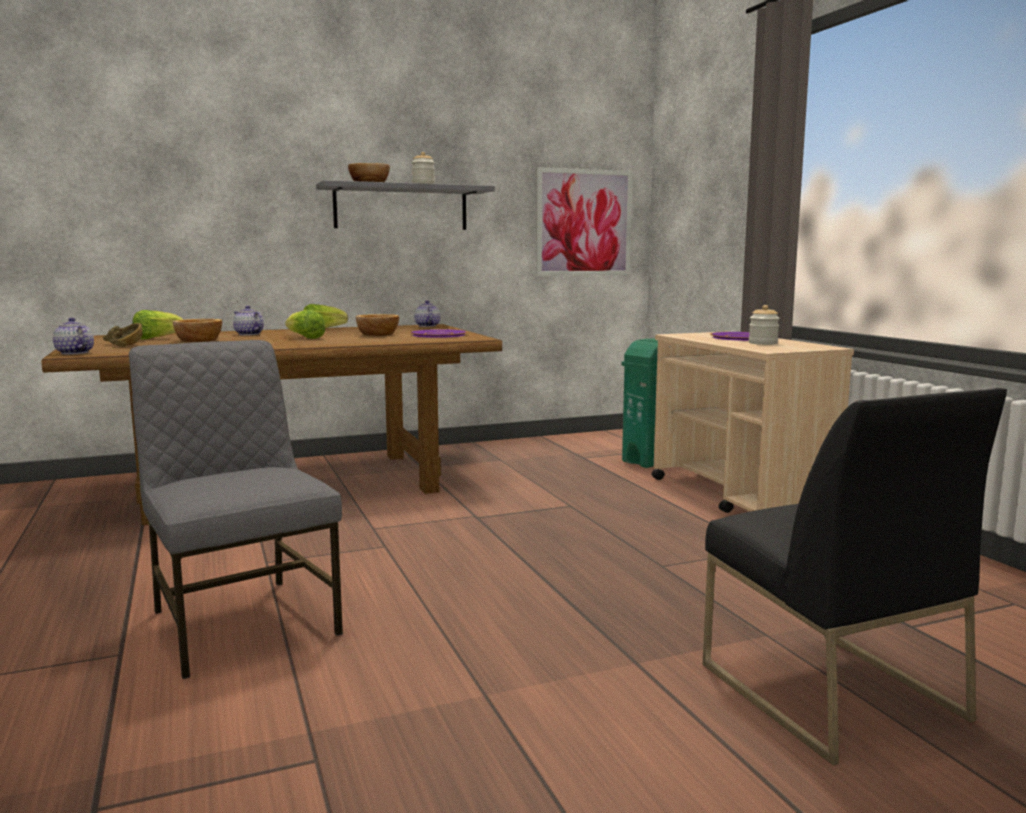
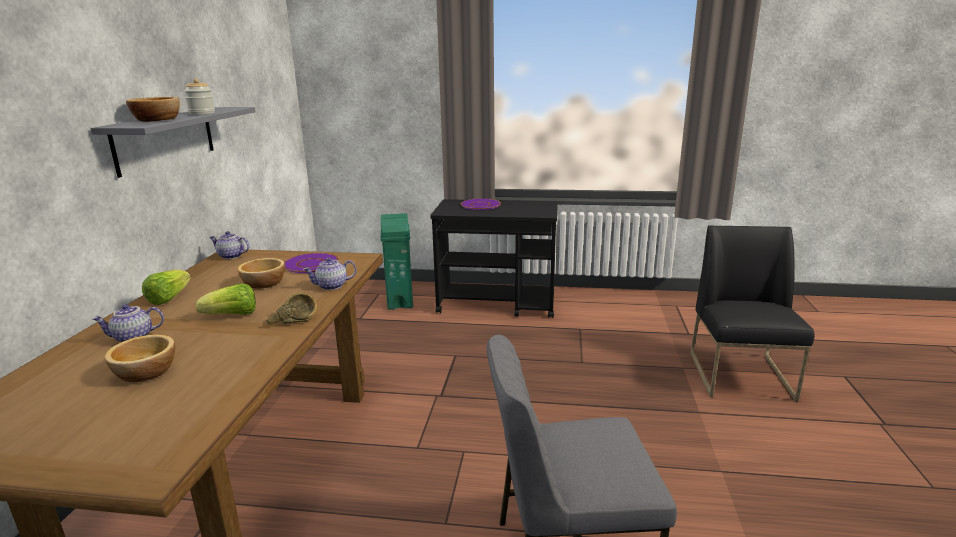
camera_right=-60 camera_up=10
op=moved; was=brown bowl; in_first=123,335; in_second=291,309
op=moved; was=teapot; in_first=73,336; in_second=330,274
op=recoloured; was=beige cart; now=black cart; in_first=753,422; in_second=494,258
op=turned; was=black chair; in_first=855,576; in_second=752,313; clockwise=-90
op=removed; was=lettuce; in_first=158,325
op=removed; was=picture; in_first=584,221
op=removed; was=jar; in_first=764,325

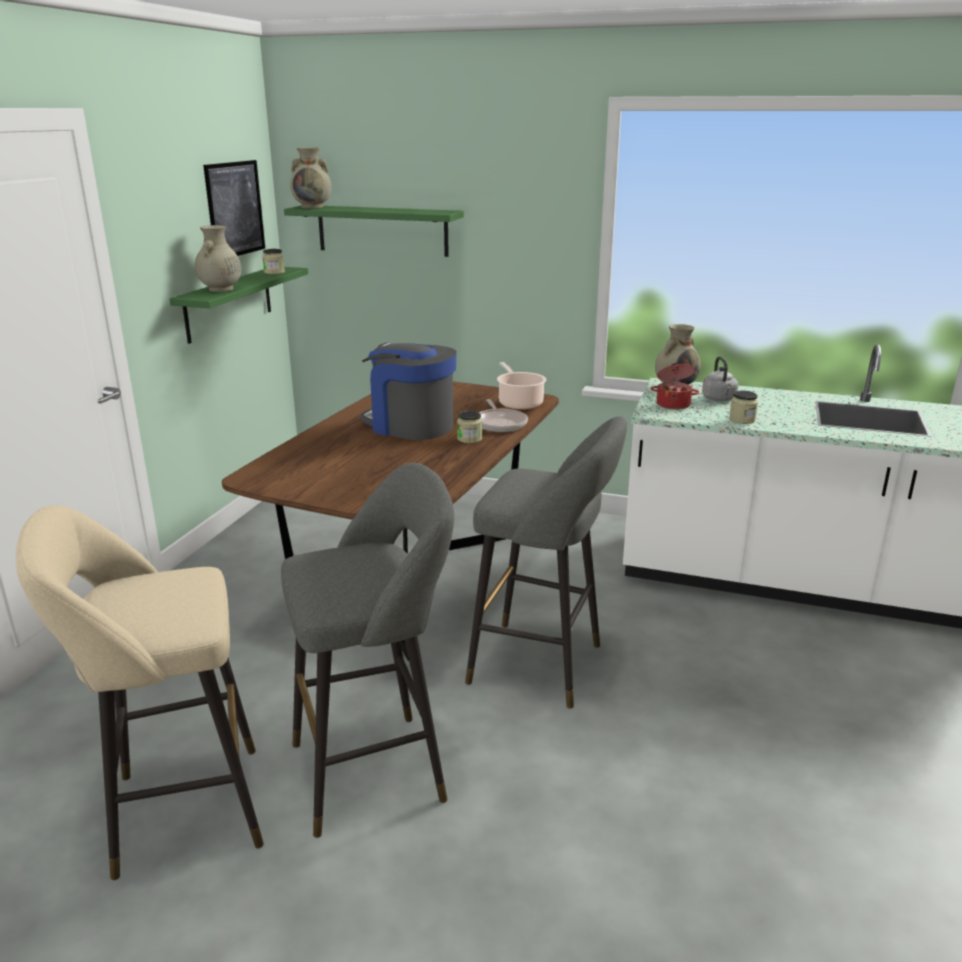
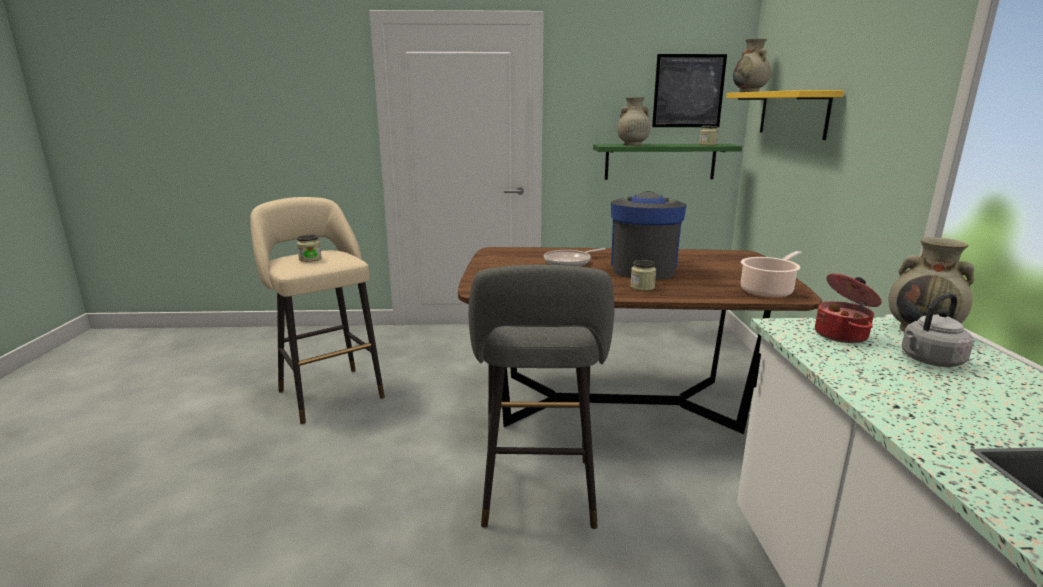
camera_right=70 camera_up=-5
op=moved; was=jar; in_first=743,407; in_second=309,248
op=moved; was=frying pan; in_first=503,415; in_second=574,257
op=recoloured; was=green shelf; now=yellow shelf; in_first=374,231; in_second=785,115
op=removed; was=grey stool; in_first=367,650

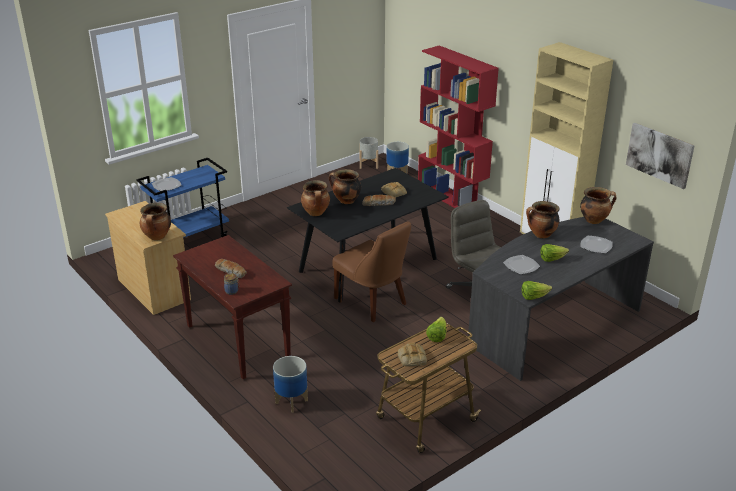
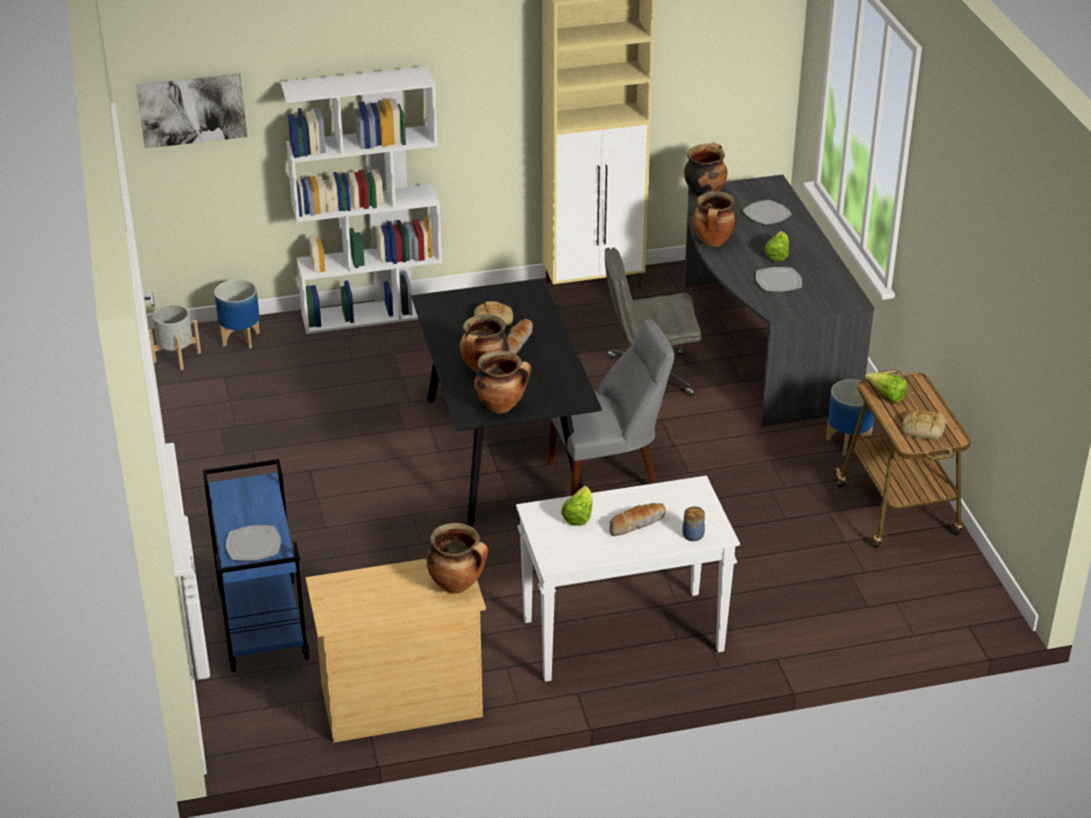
camera_right=-65 camera_up=5
op=moved; was=picture; in_first=660,156; in_second=191,110
op=recoloured; was=red bookcase; now=white bookcase; in_first=458,126; in_second=361,200
op=recoloured; was=brown console table; now=white console table; in_first=232,307; in_second=628,579
op=recoloured; was=brown chair; now=grey chair; in_first=371,271; in_second=610,407
op=moved; was=lettuce; in_first=537,290; in_second=577,506
op=moved; was=planter; in_first=290,384; in_second=850,417

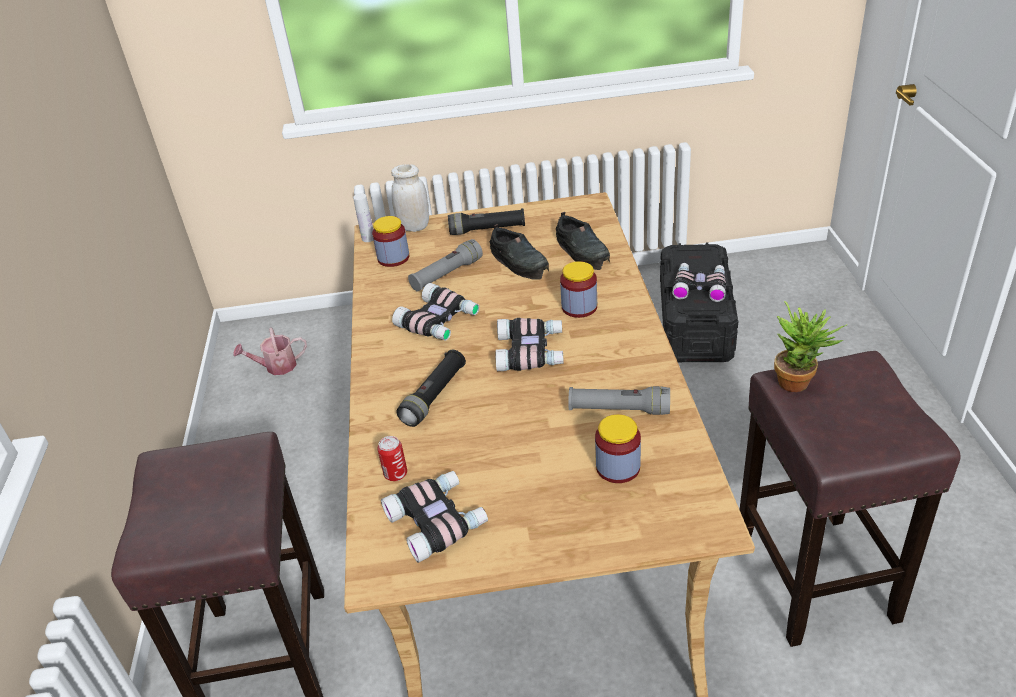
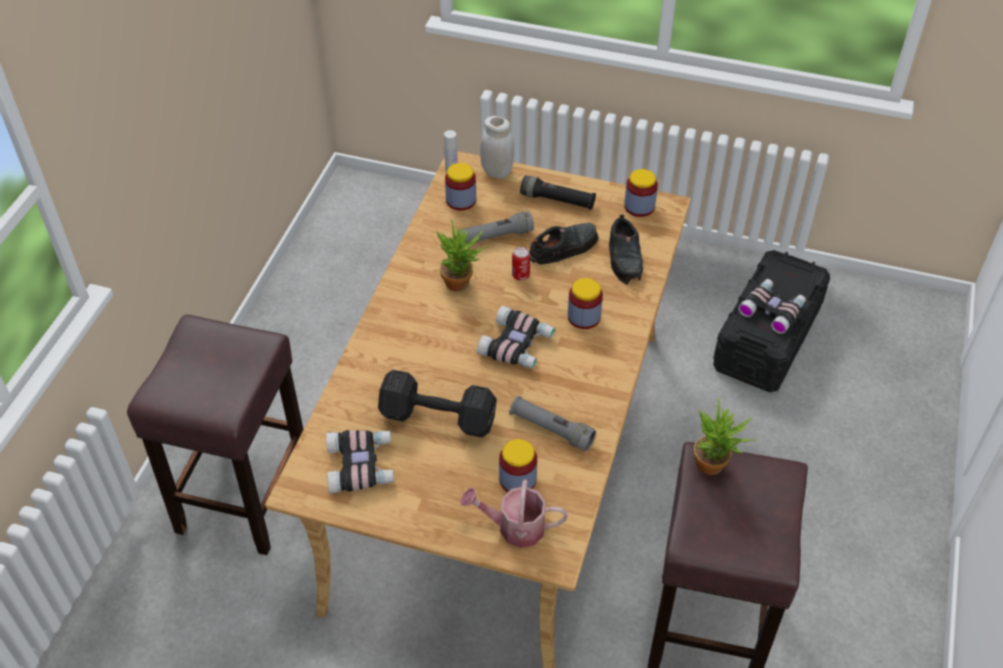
camera_right=20 camera_up=10
op=added; now=black dumbbell; in_second=437,403
op=replaced; was=binoculars; now=potted plant; in_first=435,312; in_second=462,255
op=moved; was=watering can; in_first=270,351; in_second=514,514
op=moved; was=can; in_first=392,458; in_second=521,263
op=turned; was=black shoe; in_first=519,252; in_second=564,243; clockwise=-105
op=added; now=jar; in_second=641,193
op=removed; was=black flashlight; in_first=431,388

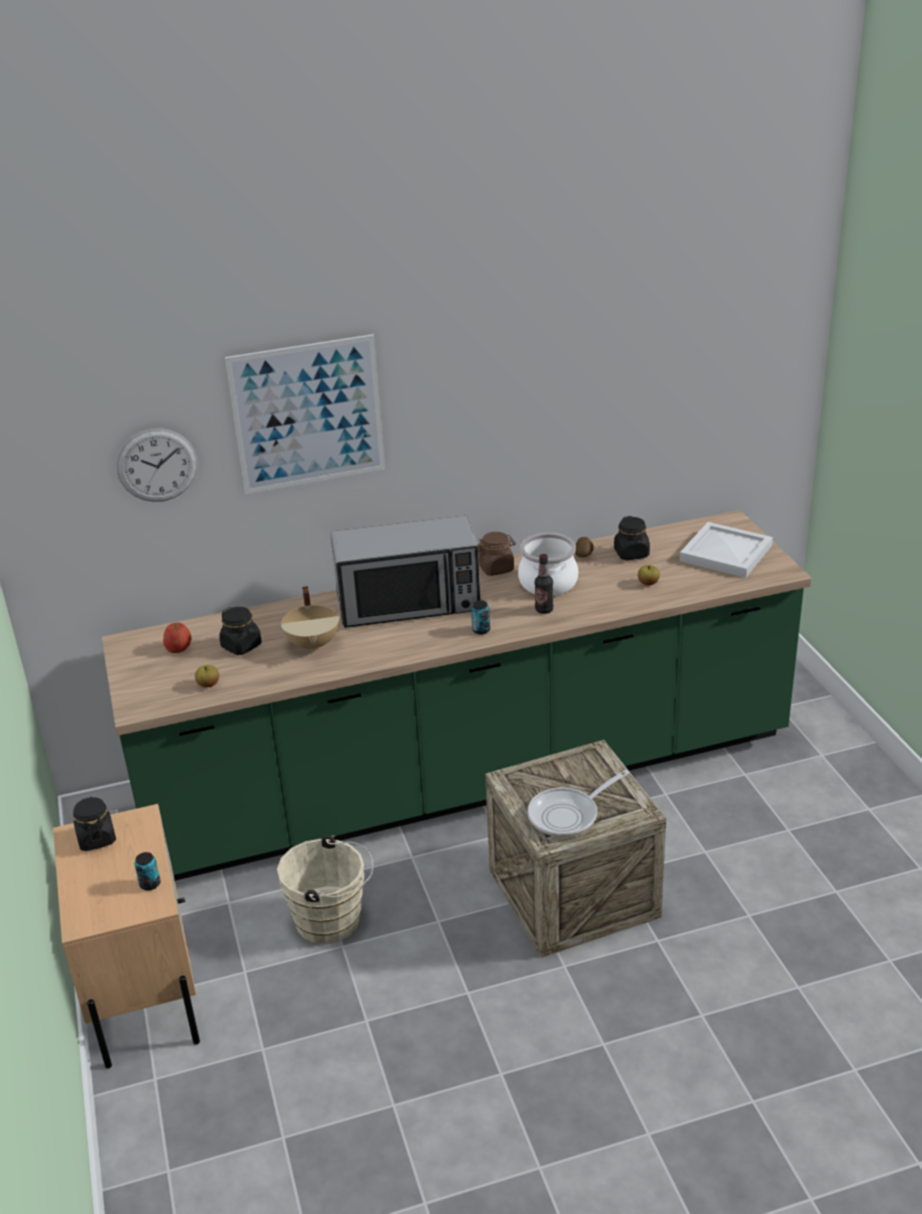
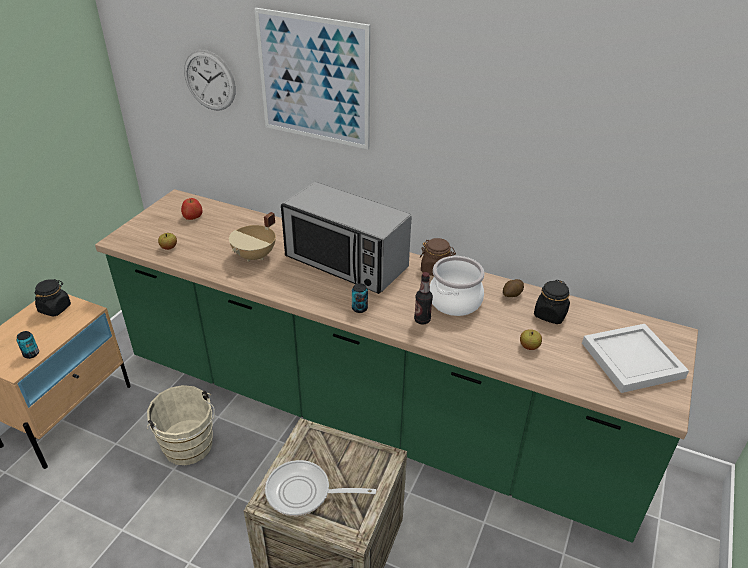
camera_right=40 camera_up=5
op=removed; was=black jar; in_first=240,631

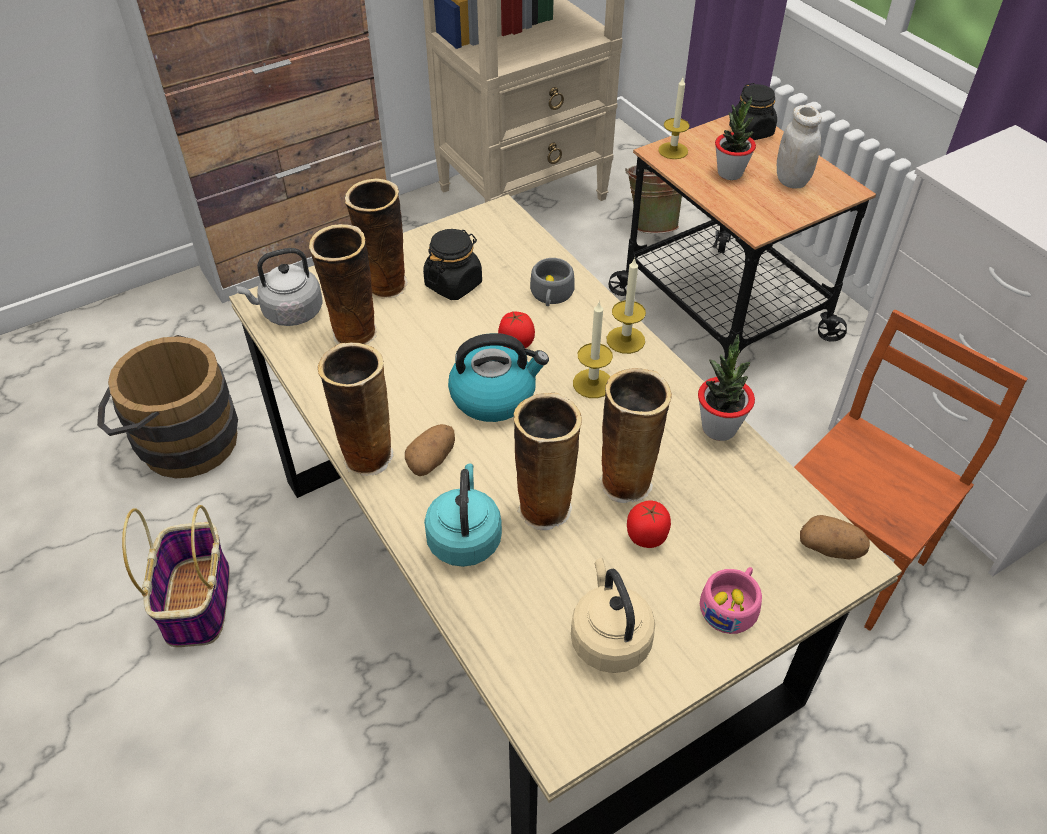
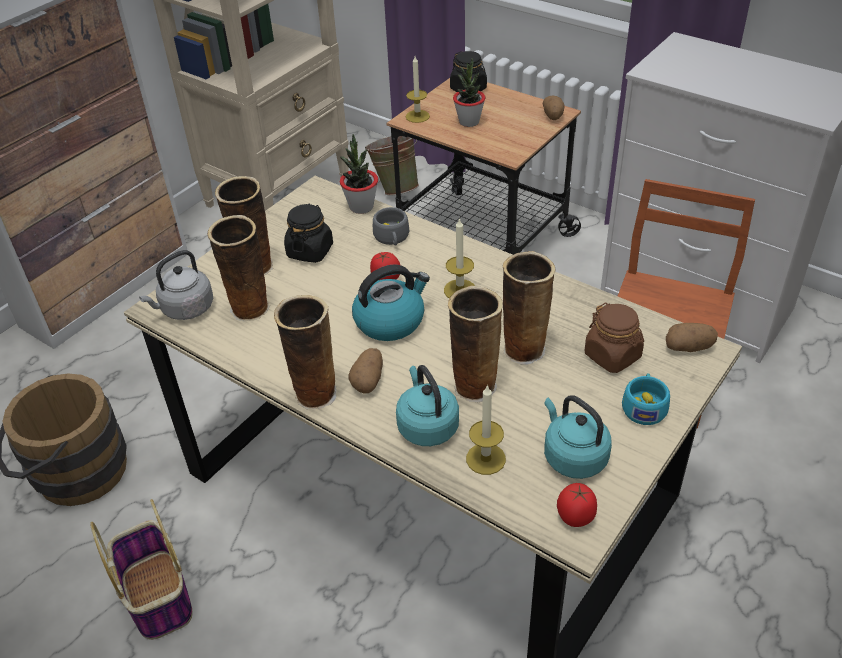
camera_right=-20 camera_up=-5
op=moved; was=potted plant; in_first=726,387; in_second=359,174
op=moved; was=candle; in_first=626,305; in_second=486,430
op=added; now=potato; in_second=554,108
op=recoloured; was=beige kettle; now=turquoise kettle; in_first=613,615; in_second=578,437
op=moved; was=tomato; in_first=649,524; in_second=577,505
op=added; now=brown jar; in_second=614,337
op=recoloured; was=pink cup; now=turquoise cup; in_first=731,600; in_second=646,399
op=removed; was=white jar; in_first=799,147

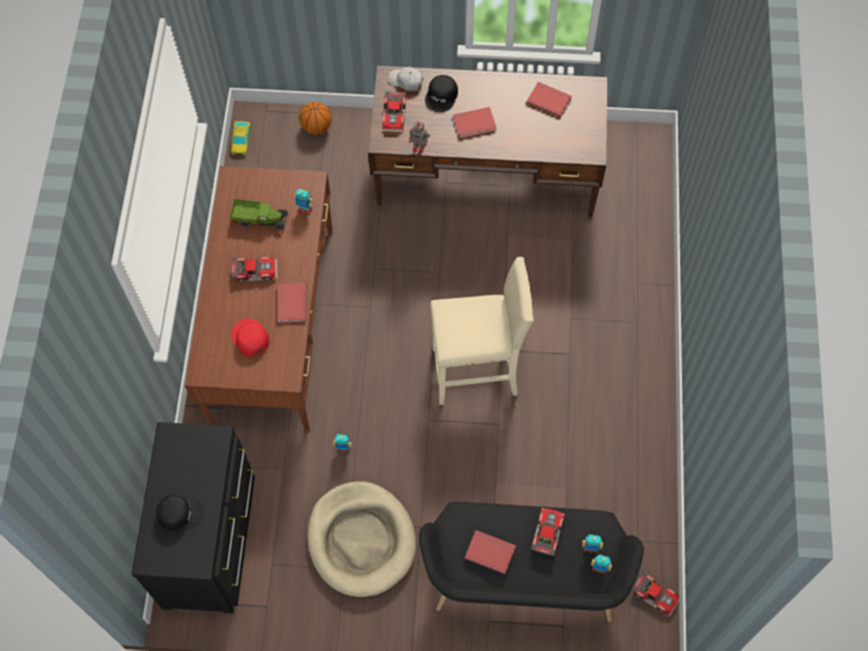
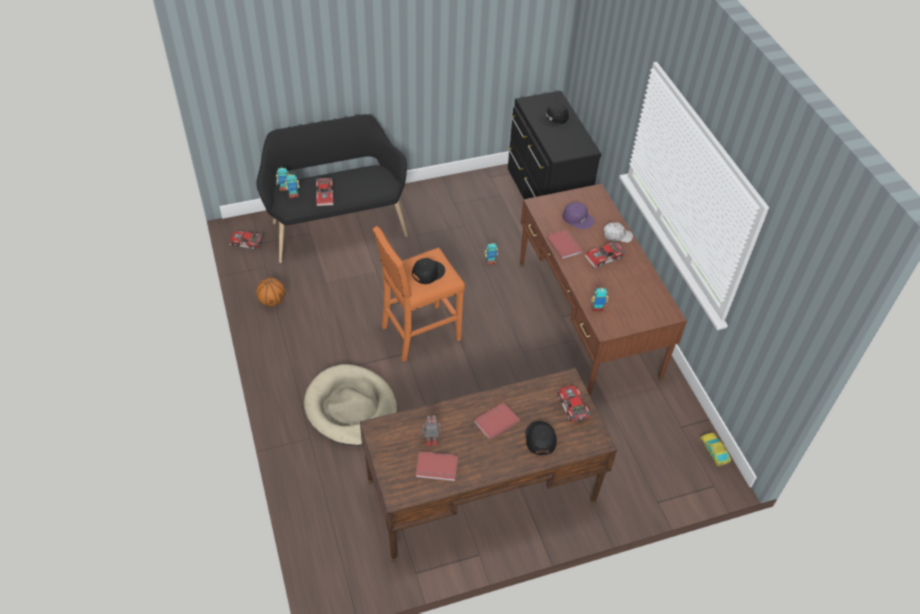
camera_right=155 camera_up=-15
op=moved; was=basketball; in_first=315,118; in_second=270,292
op=moved; was=beige dog bed; in_first=361,539; in_second=351,405
op=recoloured; was=beige stool; now=orange stool; in_first=482,331; in_second=419,294
op=added; now=black cap; in_second=428,271
op=moved; was=toy robot; in_first=419,137; in_second=430,430
op=recoloured; was=red cap; now=purple cap; in_first=250,338; in_second=578,215
op=moved; was=white cap; in_first=405,79; in_second=618,232
op=removed; was=toy truck; in_first=259,214
op=removed; was=red book; in_first=490,552

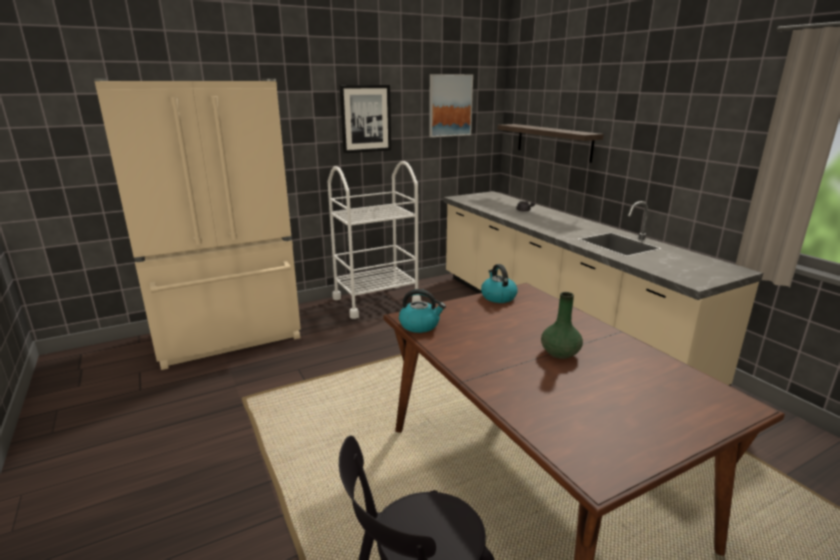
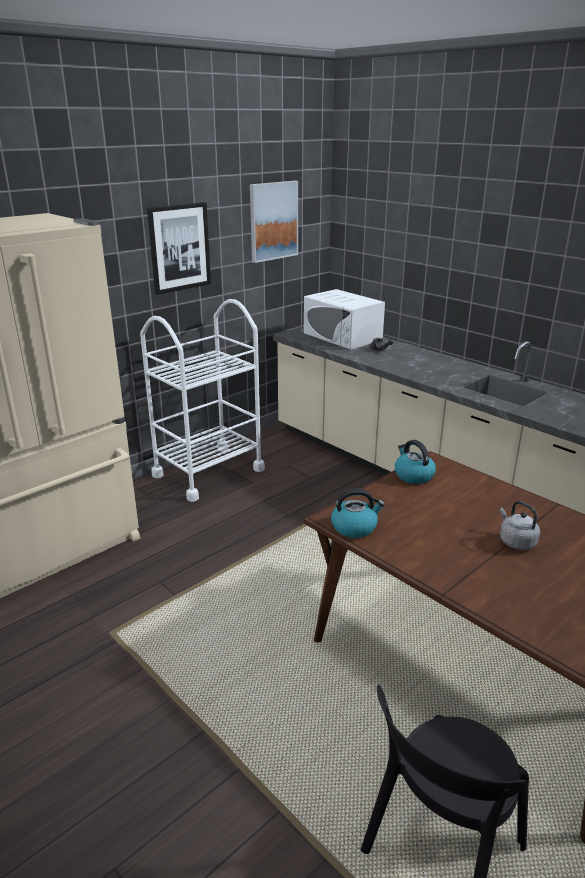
camera_right=-15 camera_up=5
op=added; now=white microwave; in_second=344,319
op=replaced; was=green vase; now=grey kettle; in_first=562,325; in_second=520,525
op=removed; was=shelf; in_first=551,143

